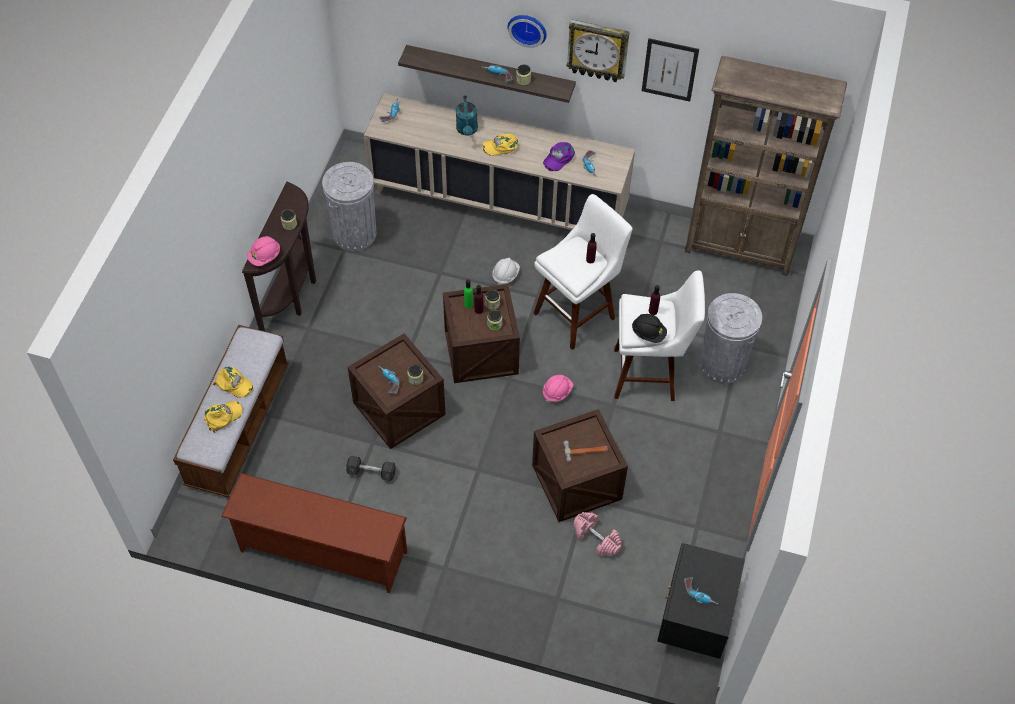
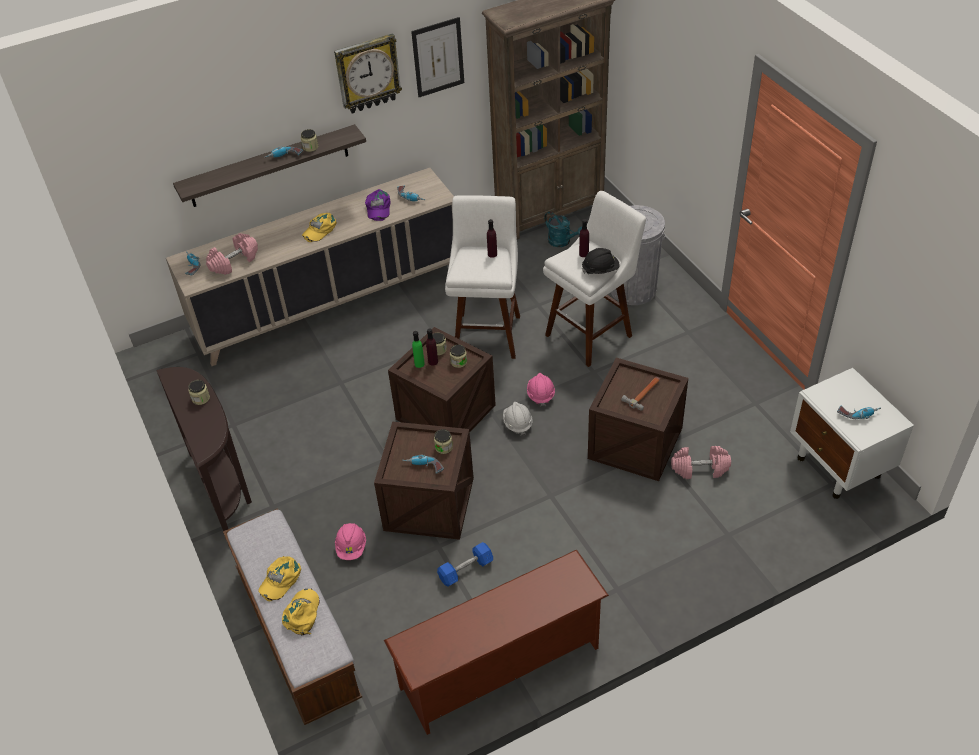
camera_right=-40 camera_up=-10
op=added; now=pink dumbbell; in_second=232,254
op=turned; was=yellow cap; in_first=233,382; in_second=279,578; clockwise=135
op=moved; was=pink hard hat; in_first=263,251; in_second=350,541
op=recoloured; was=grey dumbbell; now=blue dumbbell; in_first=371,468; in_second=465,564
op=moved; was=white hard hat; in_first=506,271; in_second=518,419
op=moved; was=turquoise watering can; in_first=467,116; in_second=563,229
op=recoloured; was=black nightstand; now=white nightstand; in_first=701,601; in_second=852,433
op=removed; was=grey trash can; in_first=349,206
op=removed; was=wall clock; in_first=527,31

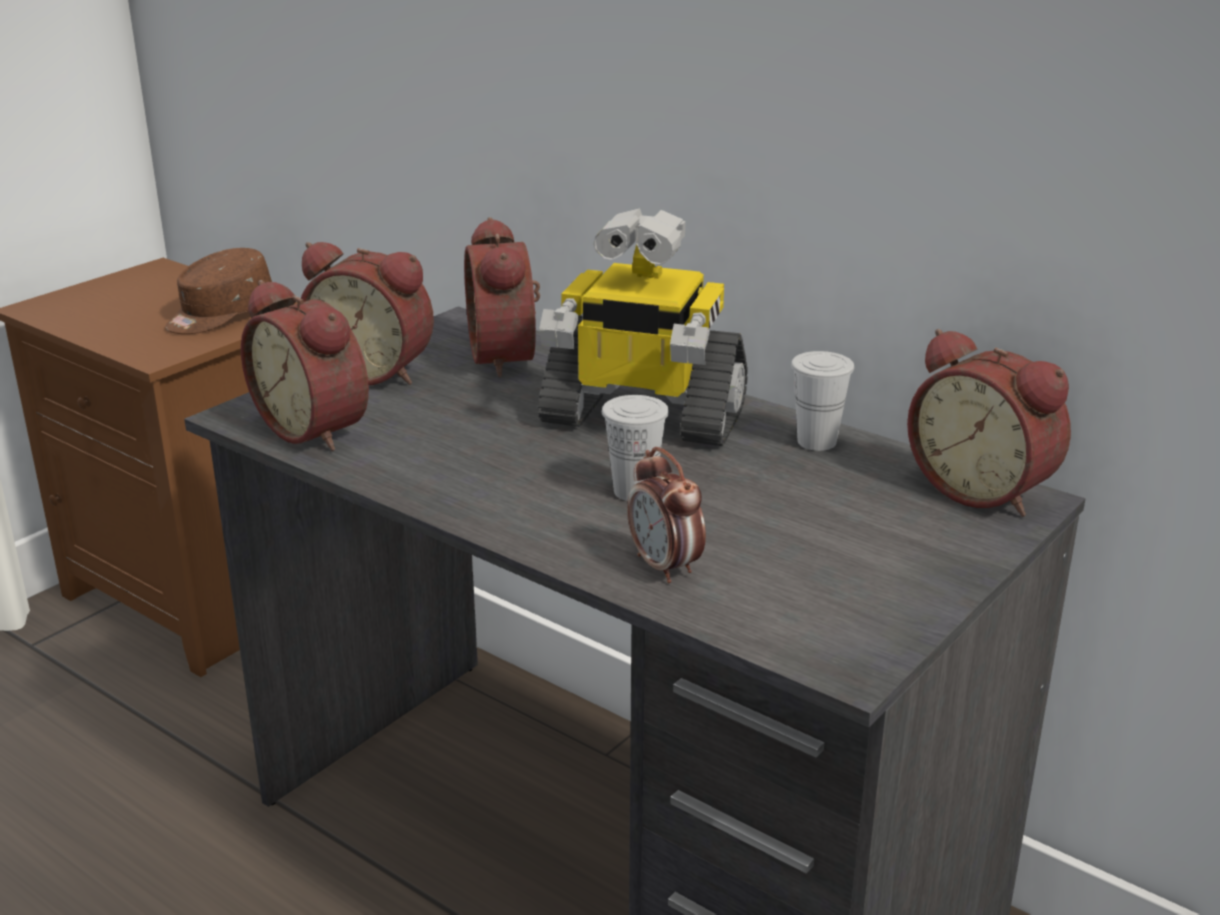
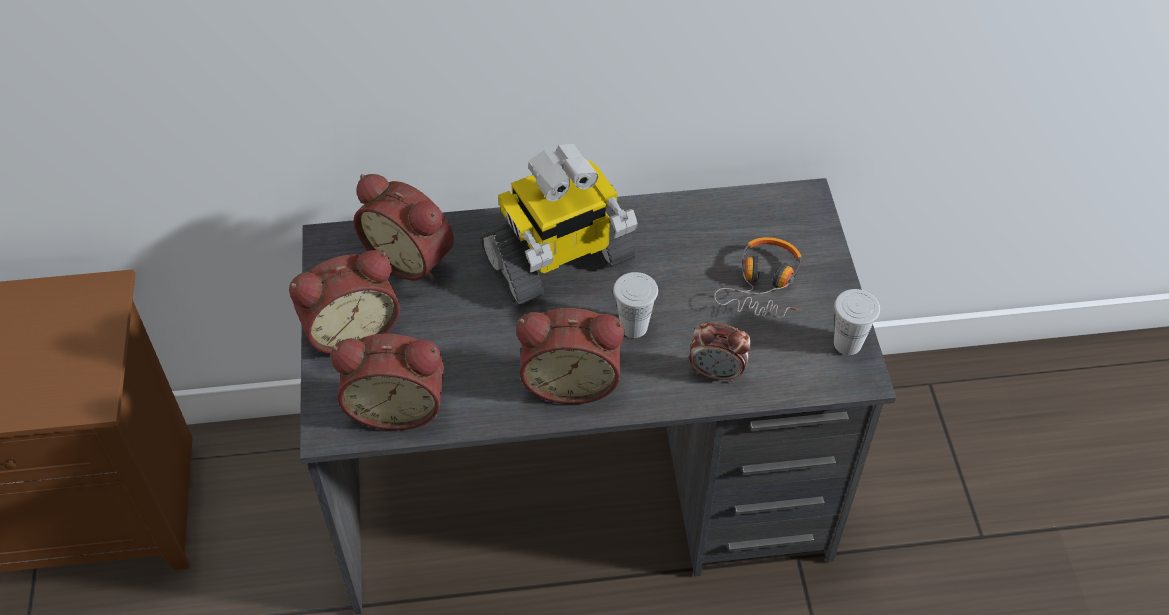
camera_right=-45 camera_up=25
op=moved; was=alarm clock; in_first=989,423; in_second=570,356
op=added; now=headphones; in_second=757,277
op=moved; was=white cup; in_first=822,401; in_second=857,322
op=removed; was=brown cap; in_first=218,291

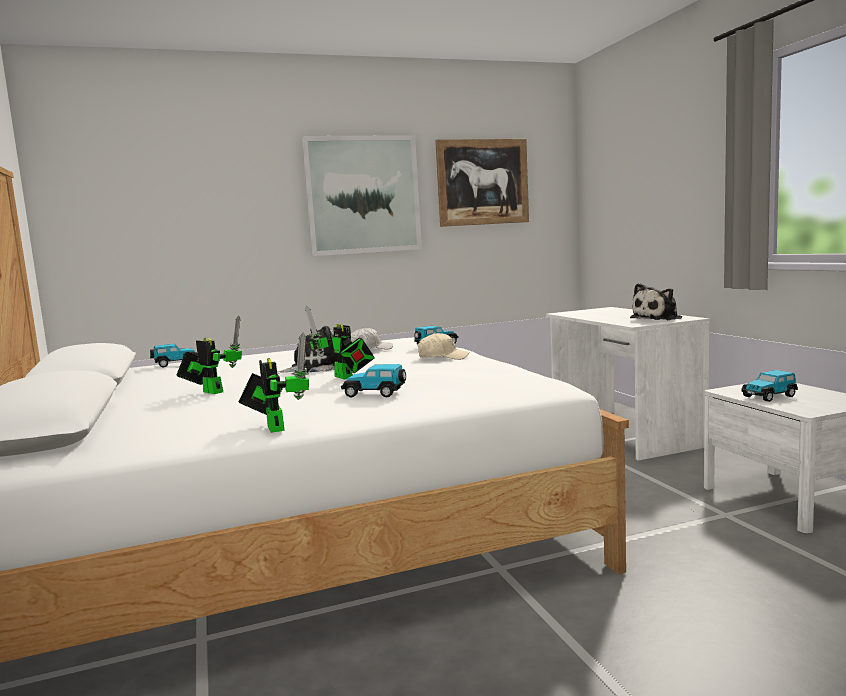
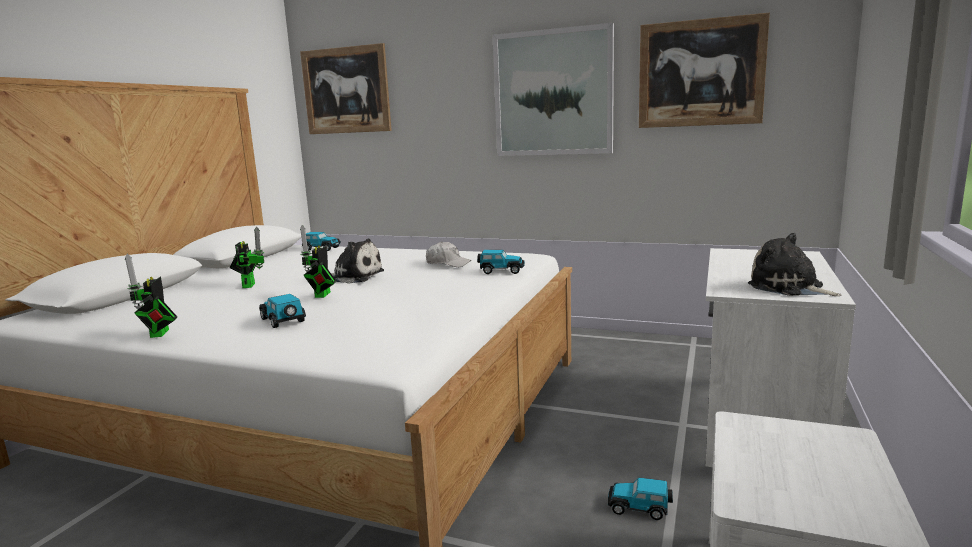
camera_right=40 camera_up=5
op=turned; was=toy robot; in_first=273,382; in_second=151,296; clockwise=150
op=added; now=picture; in_second=346,88
op=moved; was=toy car; in_first=769,386; in_second=640,498
op=turned; was=plush toy; in_first=656,301; in_second=795,264; clockwise=45
op=removed; was=beige cap; in_first=443,346

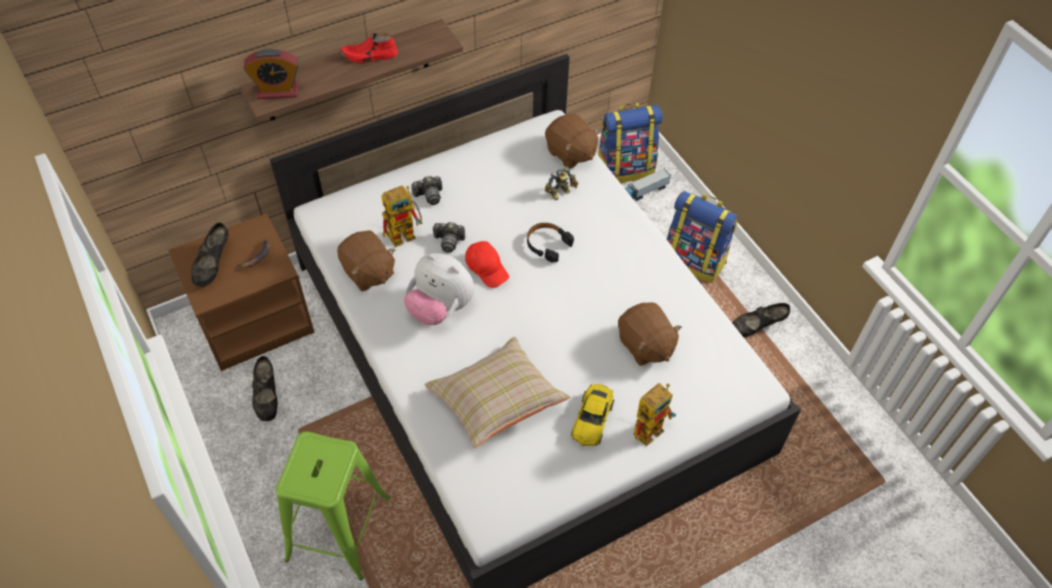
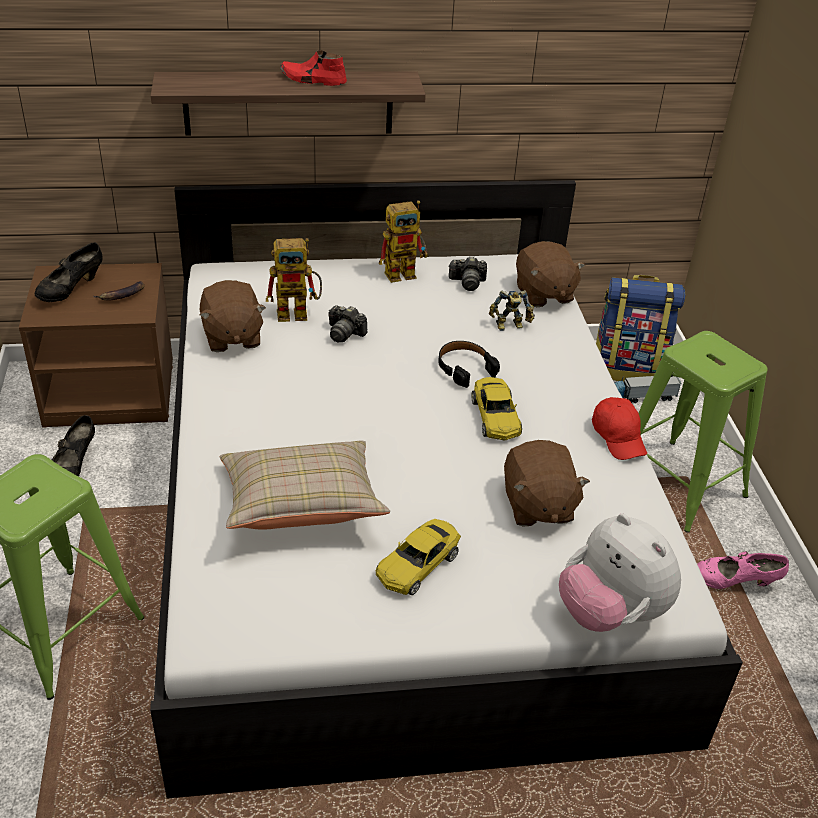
camera_right=20 camera_up=-15
op=moved; was=toy robot; in_first=654,414; in_second=403,241
op=moved; was=photo camera; in_first=426,190; in_second=467,273
op=added; now=yellow toy car; in_second=496,409
op=moved; was=plush toy; in_first=439,289; in_second=620,573
op=moved; was=red cap; in_first=487,264; in_second=619,428
op=replaced; was=backpack; now=green stool; in_first=701,237; in_second=703,432
op=recoloured; was=black shoe; now=pink shoe; in_first=761,320; in_second=743,570
op=removed; was=alarm clock; in_first=271,74

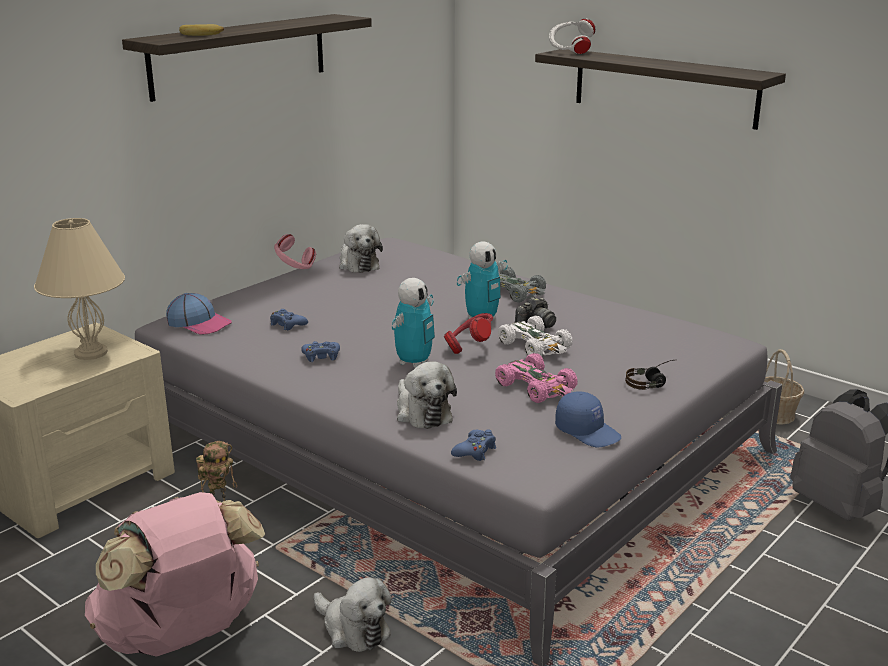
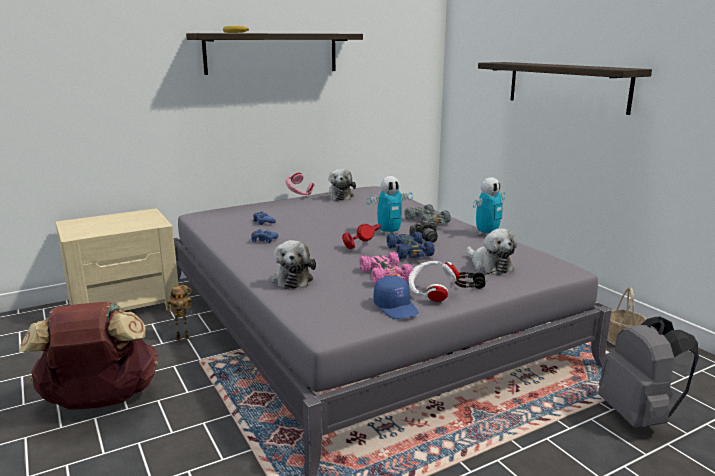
camera_right=20 camera_up=-5
op=recoloured; was=pink backpack; now=brown backpack; in_first=175,574; in_second=89,355
op=recoloured; was=white toy car; now=blue toy car; in_first=535,336; in_second=411,245
op=moved; was=white headphones; in_first=572,36; in_second=434,281
op=moved; was=plush toy; in_first=353,614; in_second=491,251
op=moved; was=toy robot; in_first=413,323; in_second=489,206
op=removed; was=beige table lamp; in_first=79,289
op=removed; was=cap; in_first=199,314
op=removed; was=blue game controller; in_first=473,445

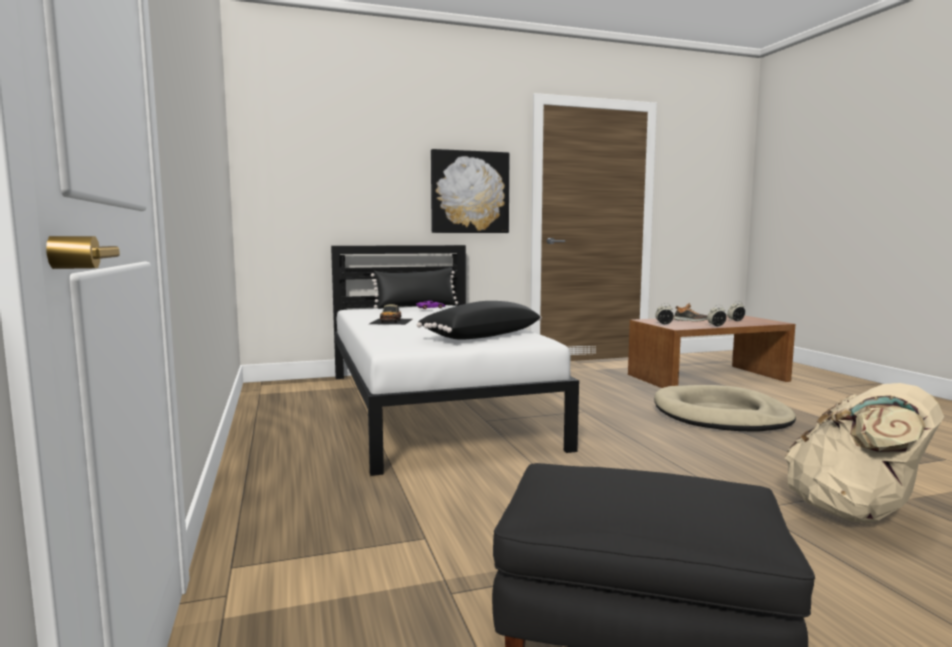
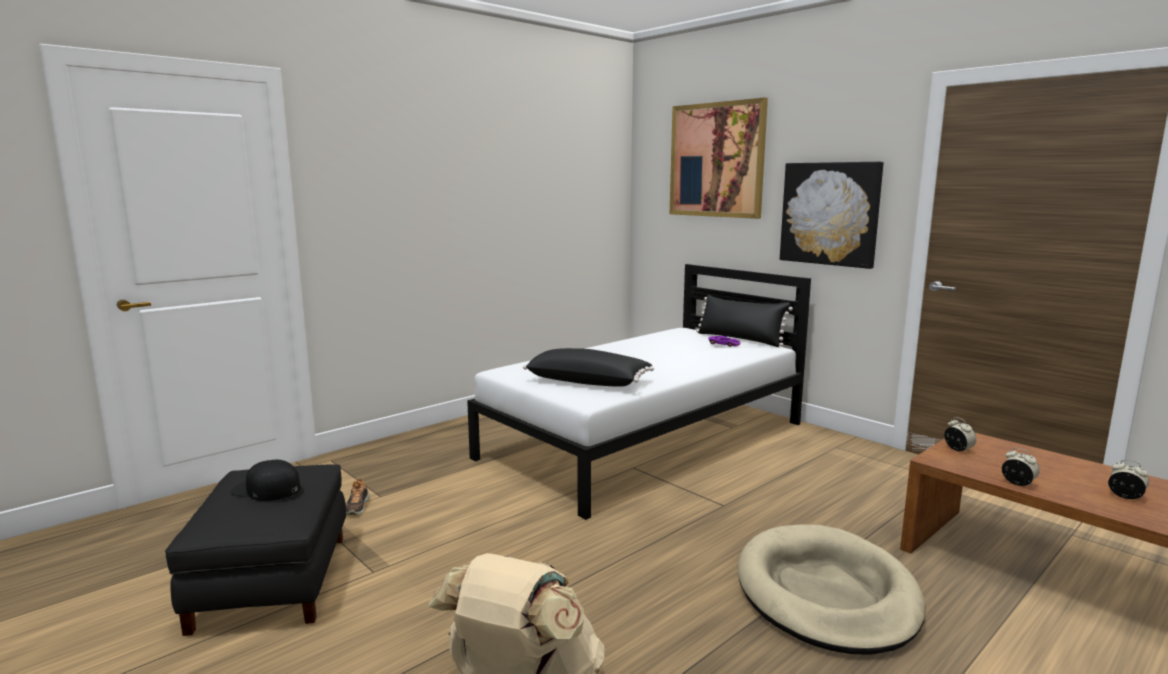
camera_right=65 camera_up=5
op=added; now=black cap; in_second=265,480
op=moved; was=shoe; in_first=690,312; in_second=358,496
op=added; now=picture; in_second=719,158
op=removed; was=toy car; in_first=391,314

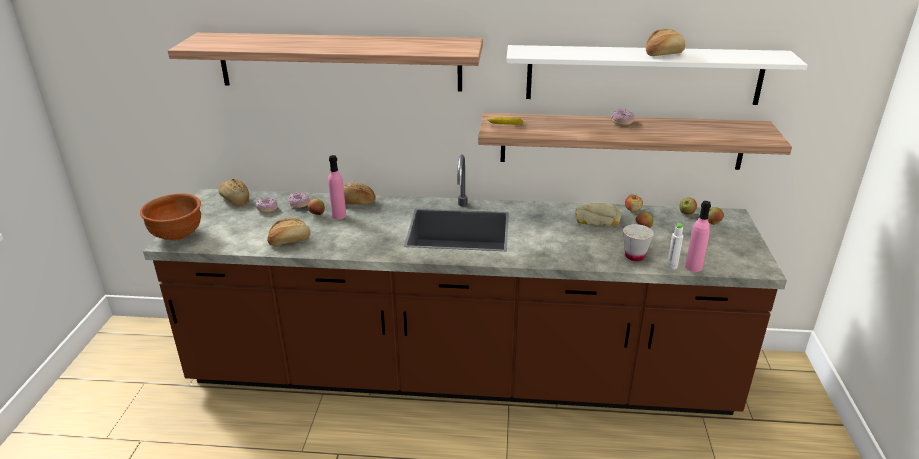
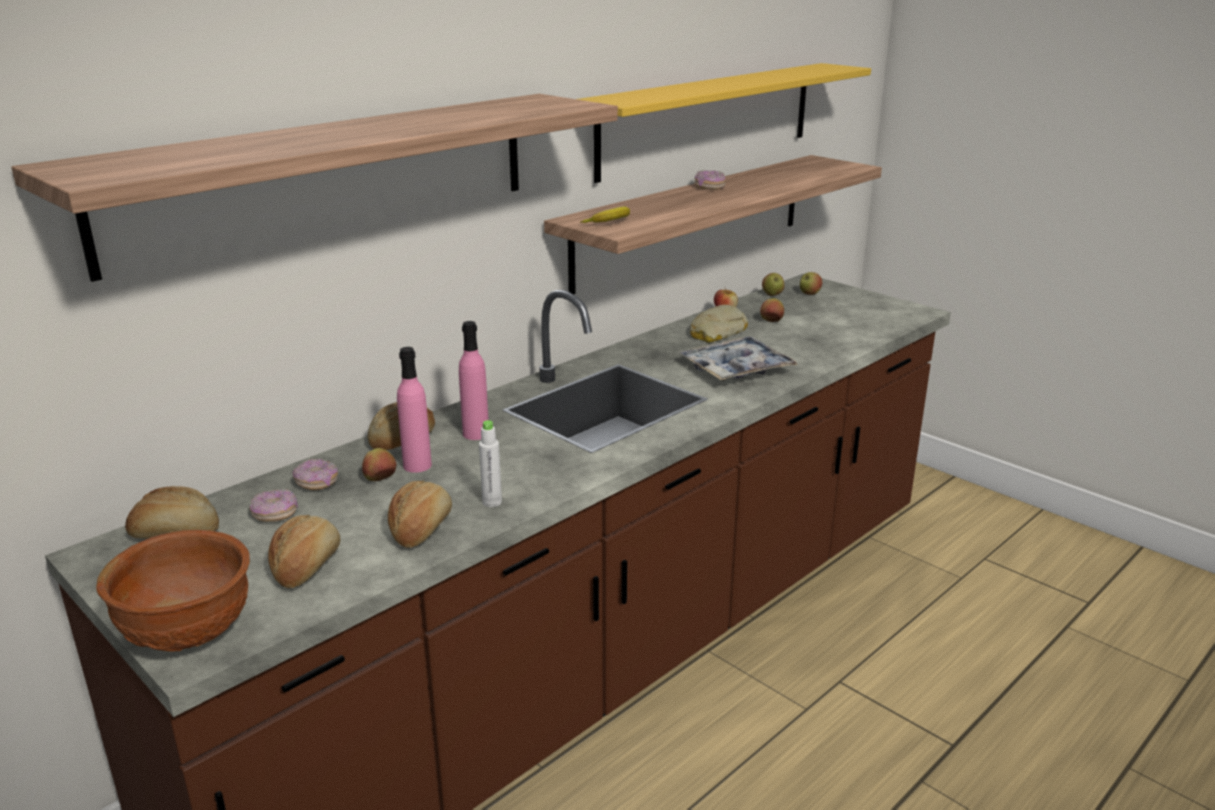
camera_right=-50 camera_up=-5
op=moved; was=bread; in_first=665,42; in_second=304,551
op=moved; was=pink bottle; in_first=698,236; in_second=473,380
op=moved; was=white bottle; in_first=675,246; in_second=490,463
op=recoloured; was=white shelf; now=yellow shelf; in_first=657,75; in_second=724,123
op=added; now=tray; in_second=738,358
op=removed; was=white cup; in_first=638,242

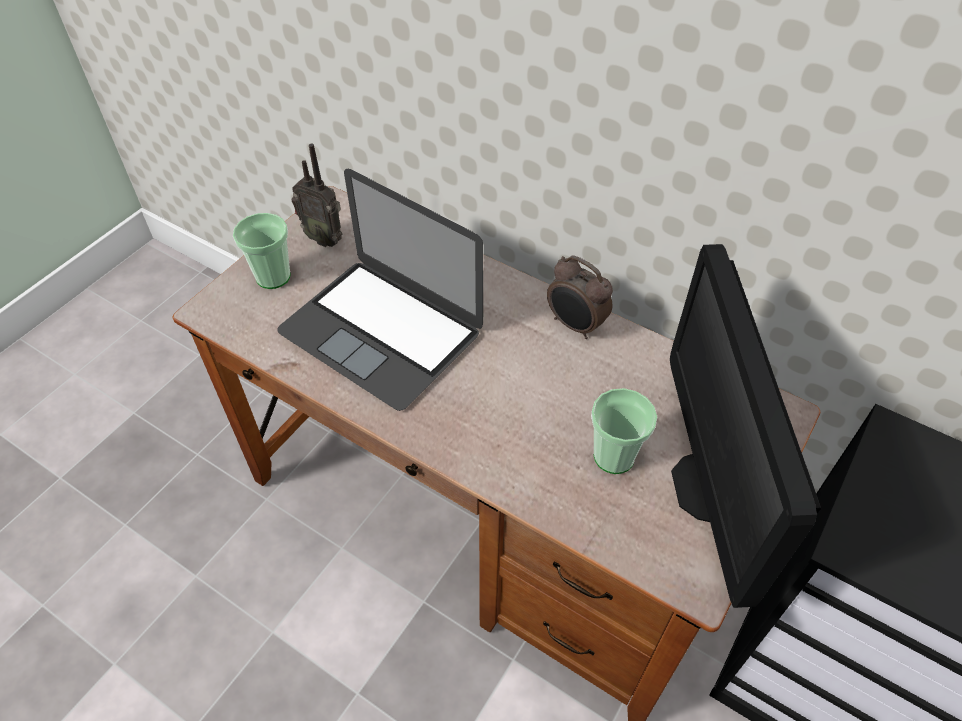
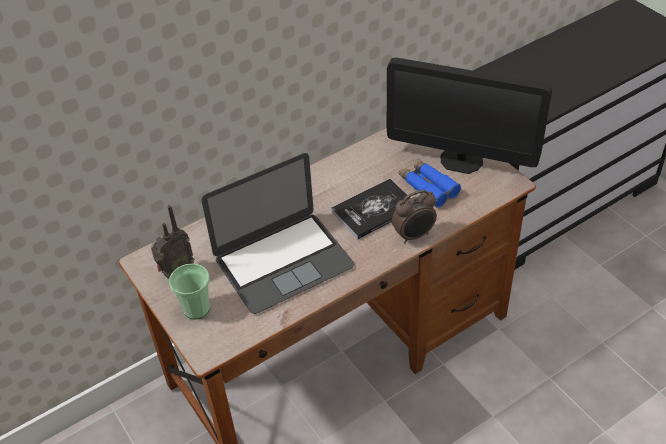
camera_right=-65 camera_up=-5
op=added; now=book; in_second=370,209
op=moved; was=alarm clock; in_first=580,297; in_second=414,216
op=replaced; was=cup; now=blue binoculars; in_first=624,431; in_second=430,183

